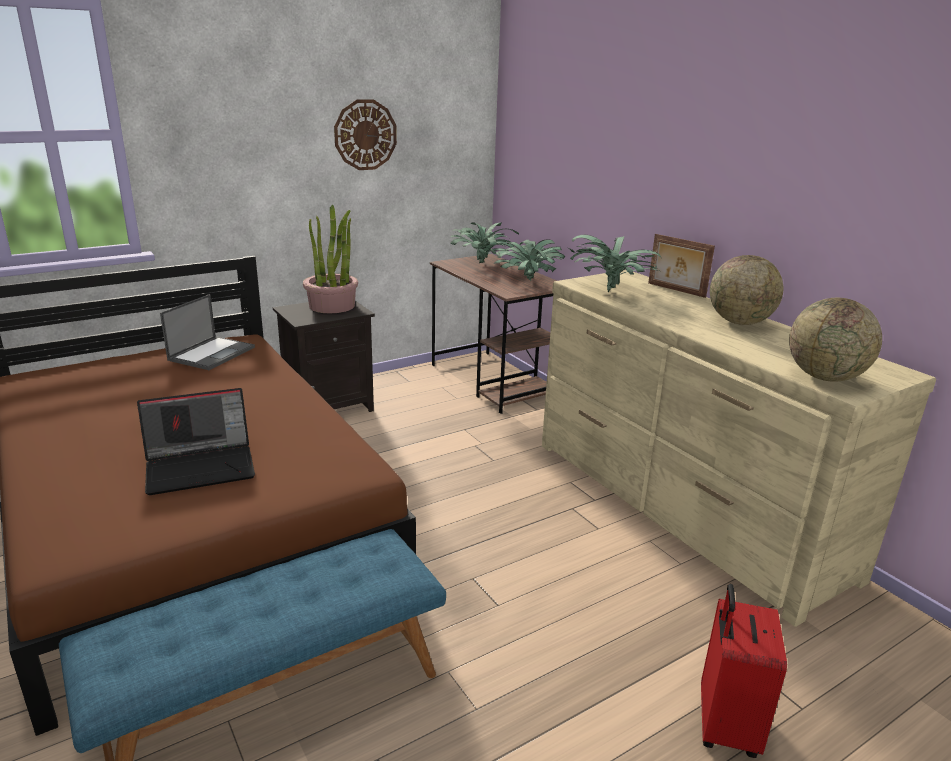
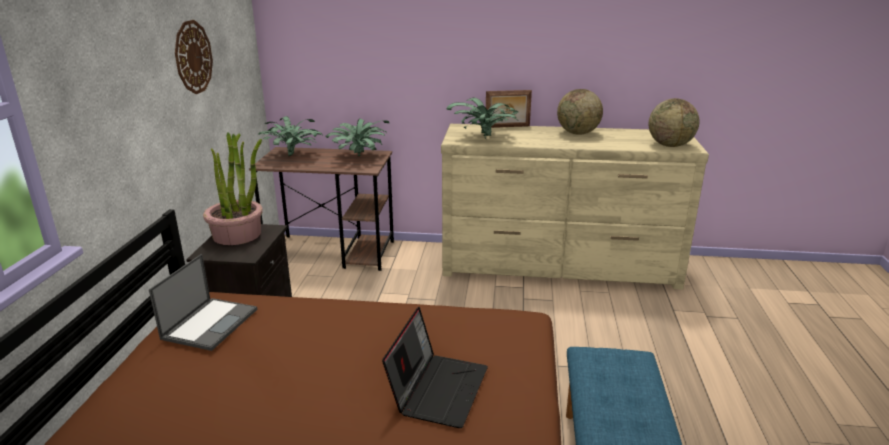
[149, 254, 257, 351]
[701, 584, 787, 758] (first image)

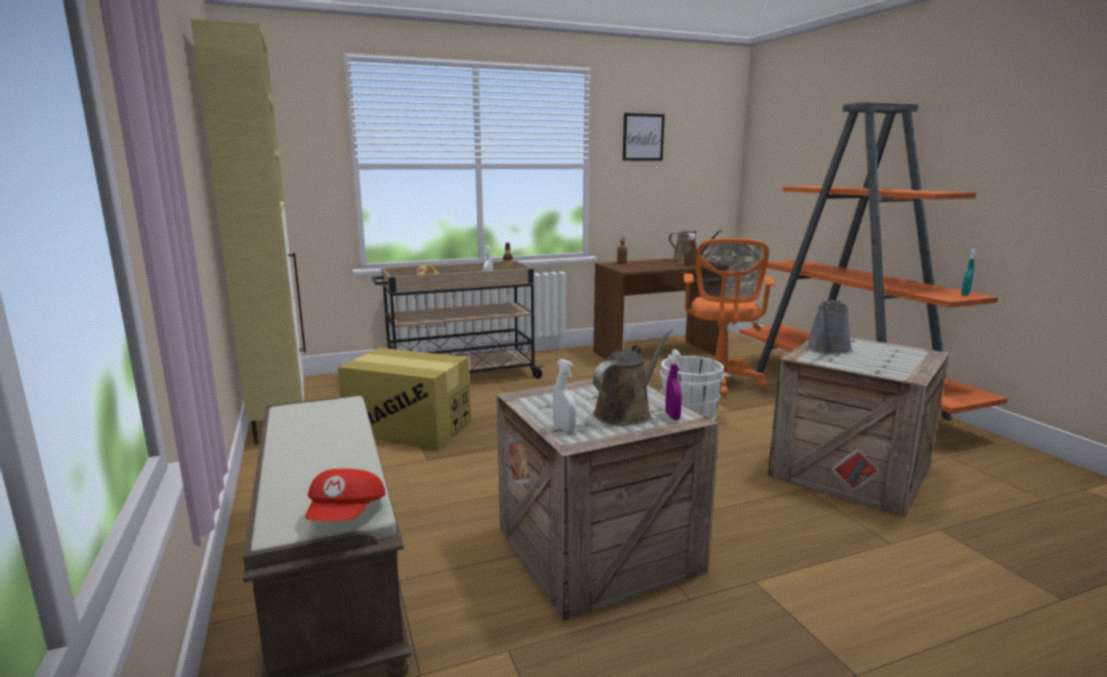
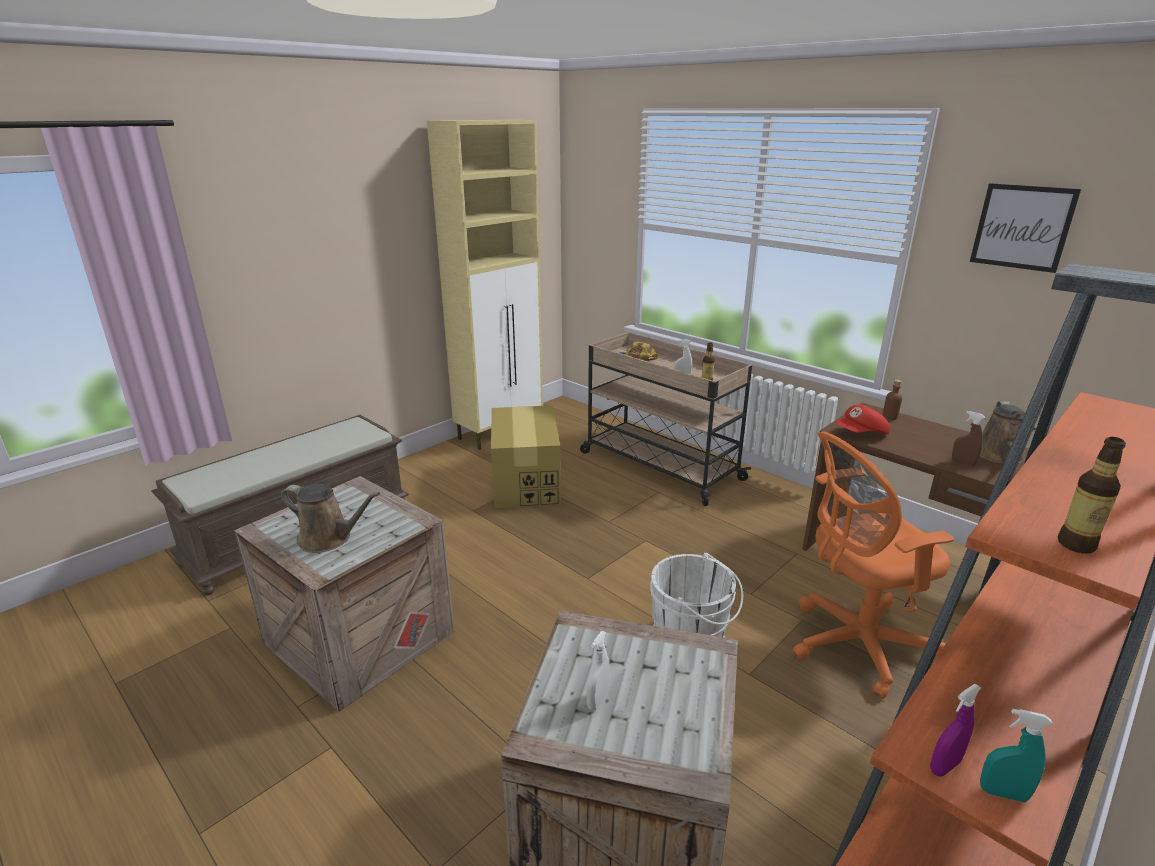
[587, 631, 610, 710]
[836, 404, 890, 434]
[930, 684, 981, 776]
[1058, 437, 1126, 554]
[806, 300, 852, 354] (first image)

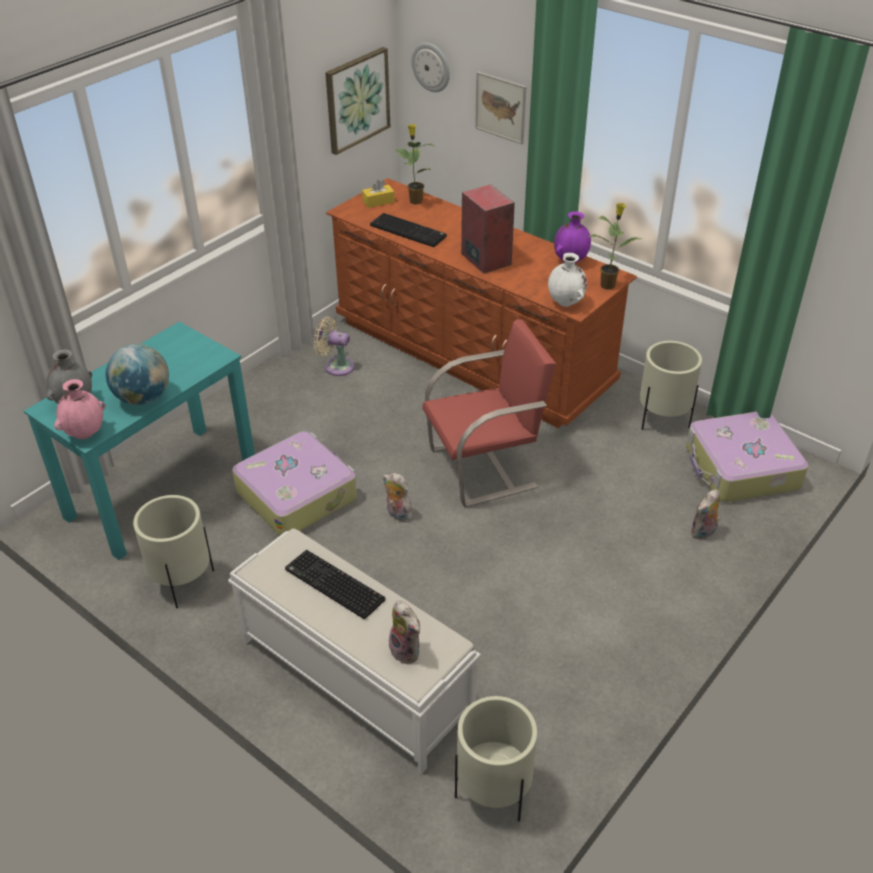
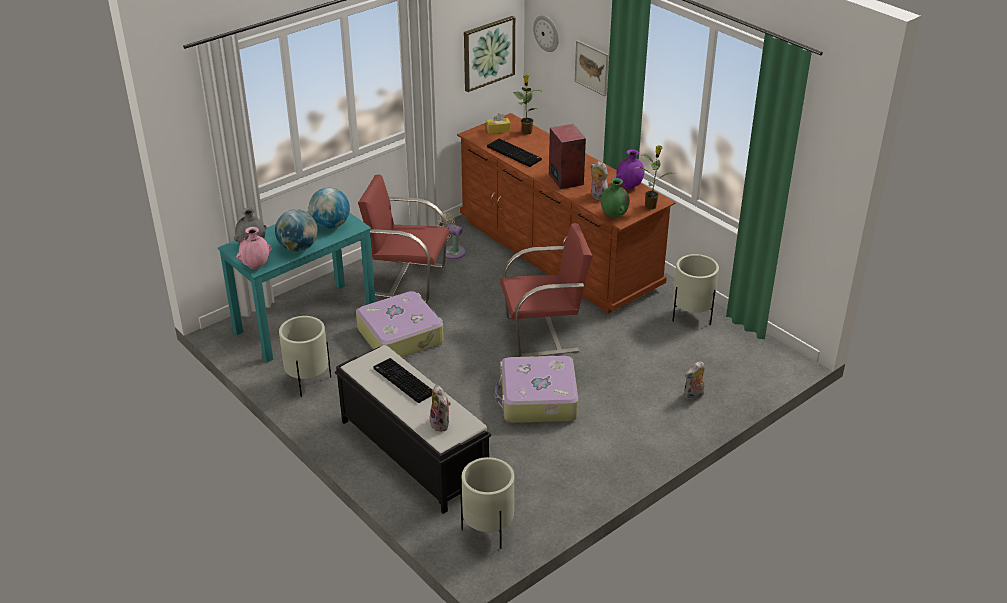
[309, 188, 350, 229]
[335, 345, 491, 514]
[358, 174, 449, 302]
[495, 356, 578, 423]
[591, 161, 608, 201]
[601, 178, 630, 218]

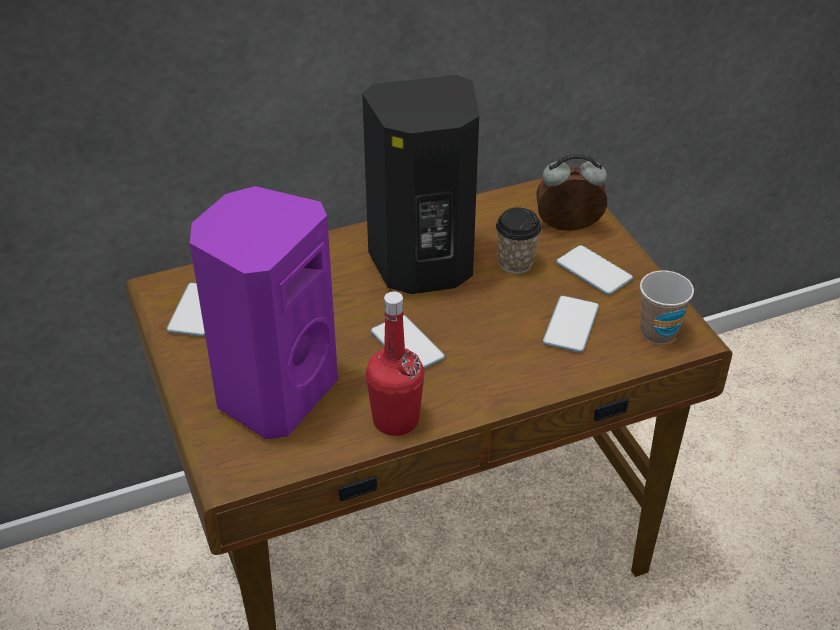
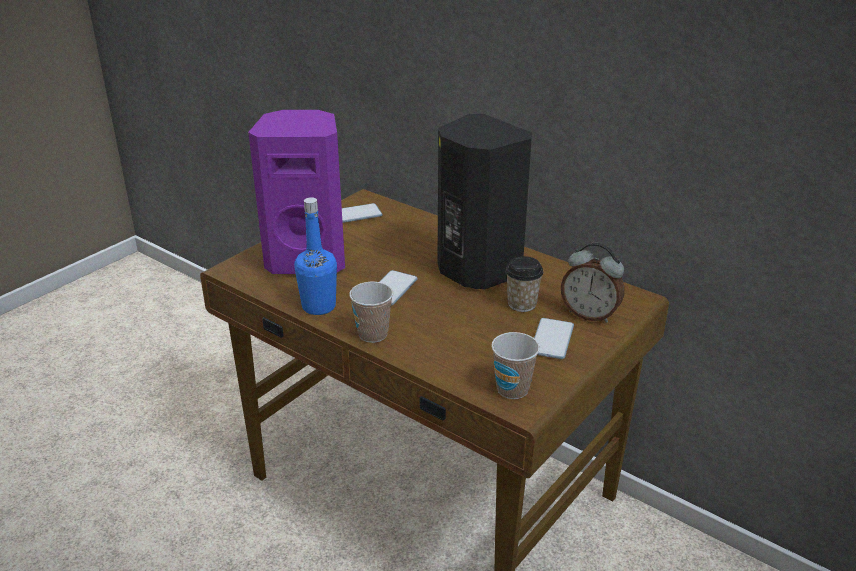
[294, 197, 337, 315]
[349, 282, 393, 343]
[561, 243, 624, 323]
[543, 296, 599, 353] (first image)

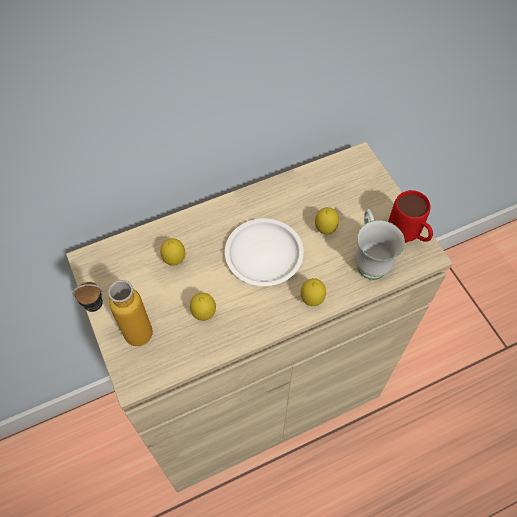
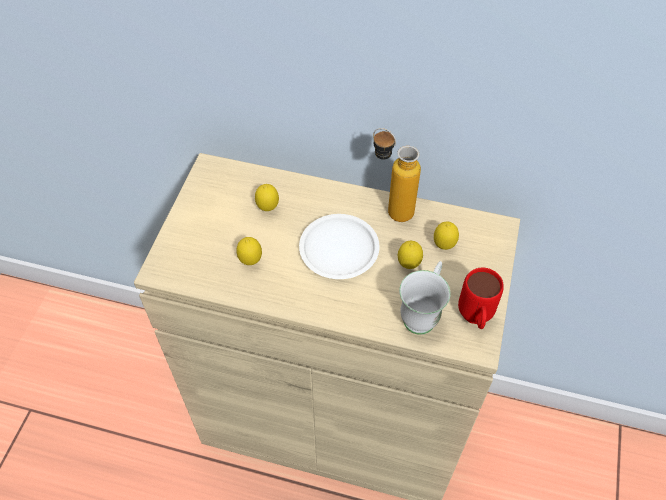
[373, 128, 421, 222]
[434, 222, 459, 250]

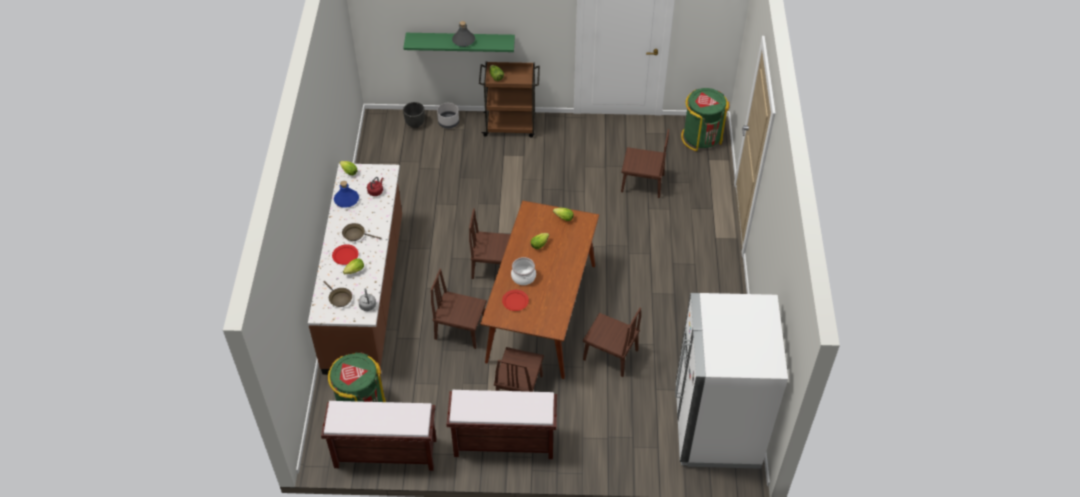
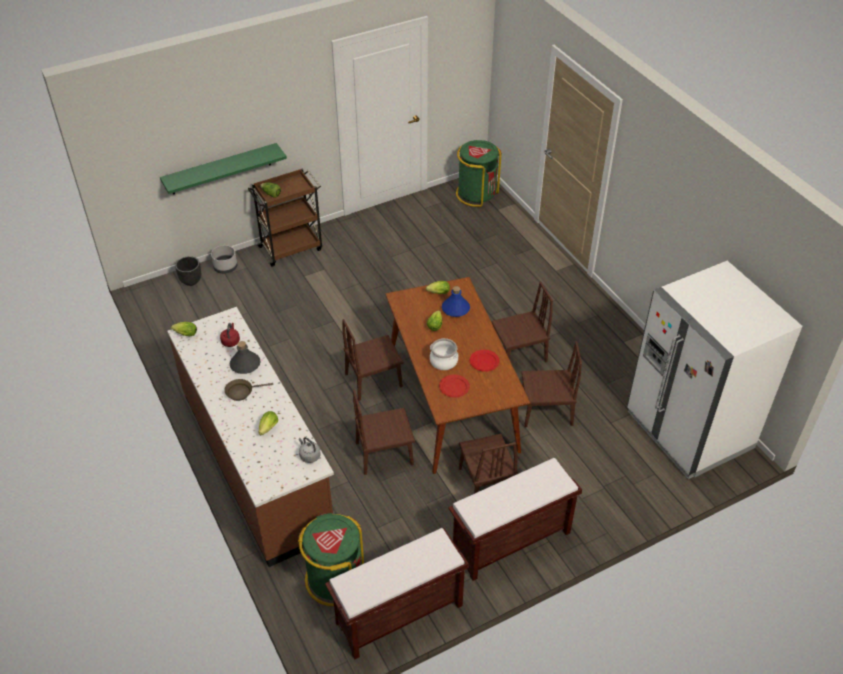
[230, 341, 261, 374]
[442, 286, 470, 317]
[470, 350, 500, 372]
[491, 282, 553, 363]
[323, 281, 352, 307] (first image)

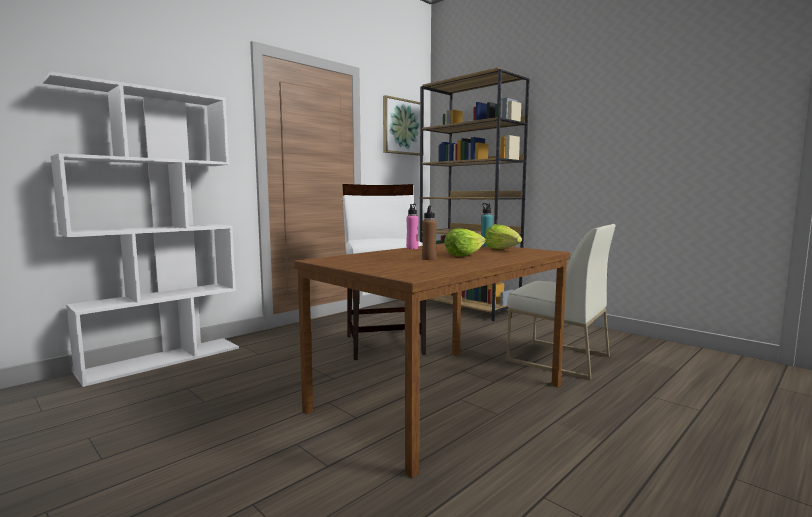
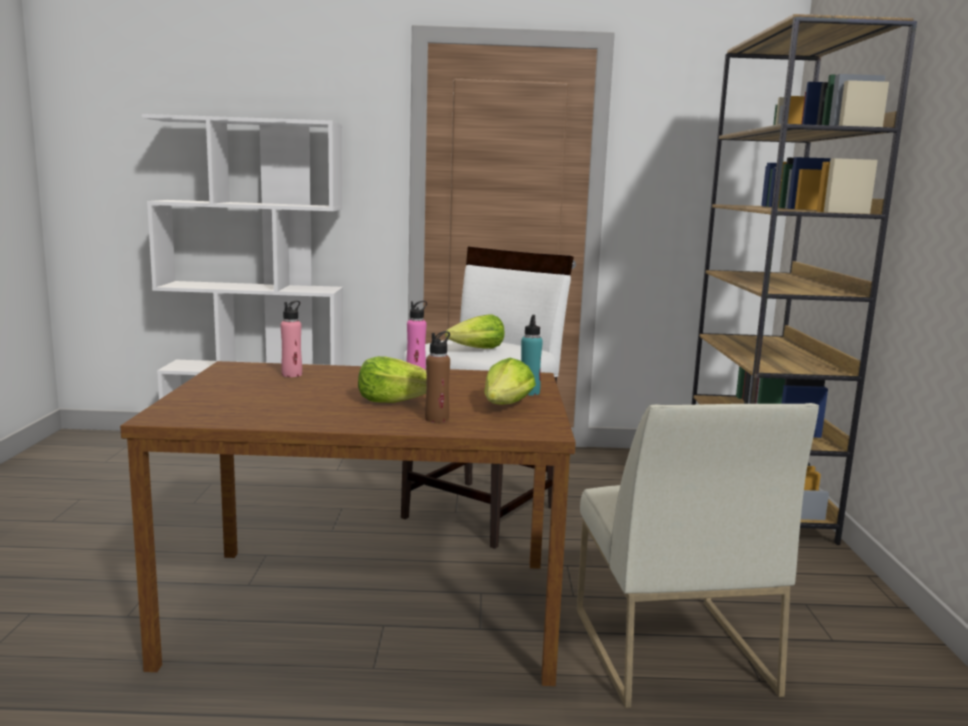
[281, 301, 302, 377]
[425, 331, 450, 423]
[445, 314, 504, 349]
[383, 95, 420, 156] (first image)

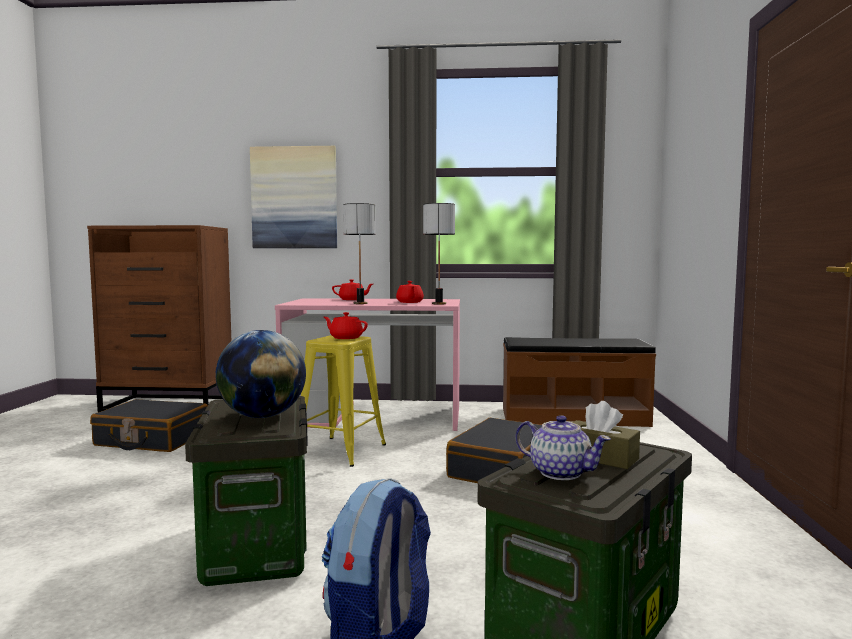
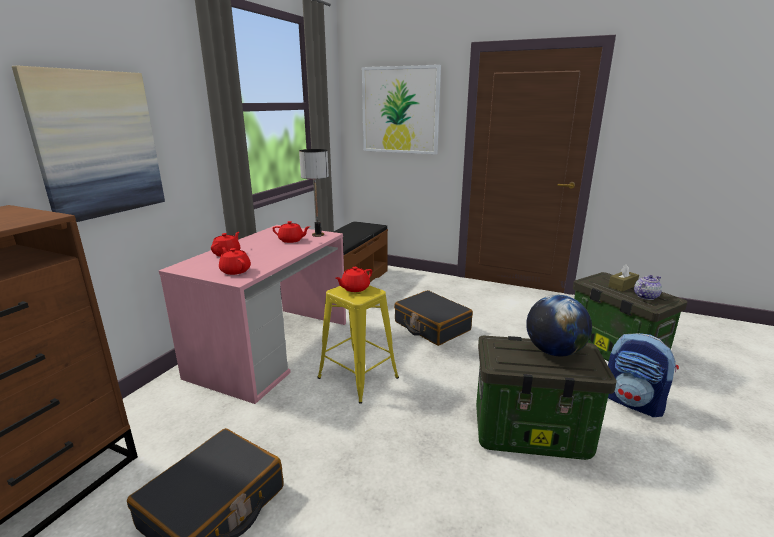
[219, 247, 251, 275]
[362, 65, 441, 154]
[343, 203, 375, 304] (first image)

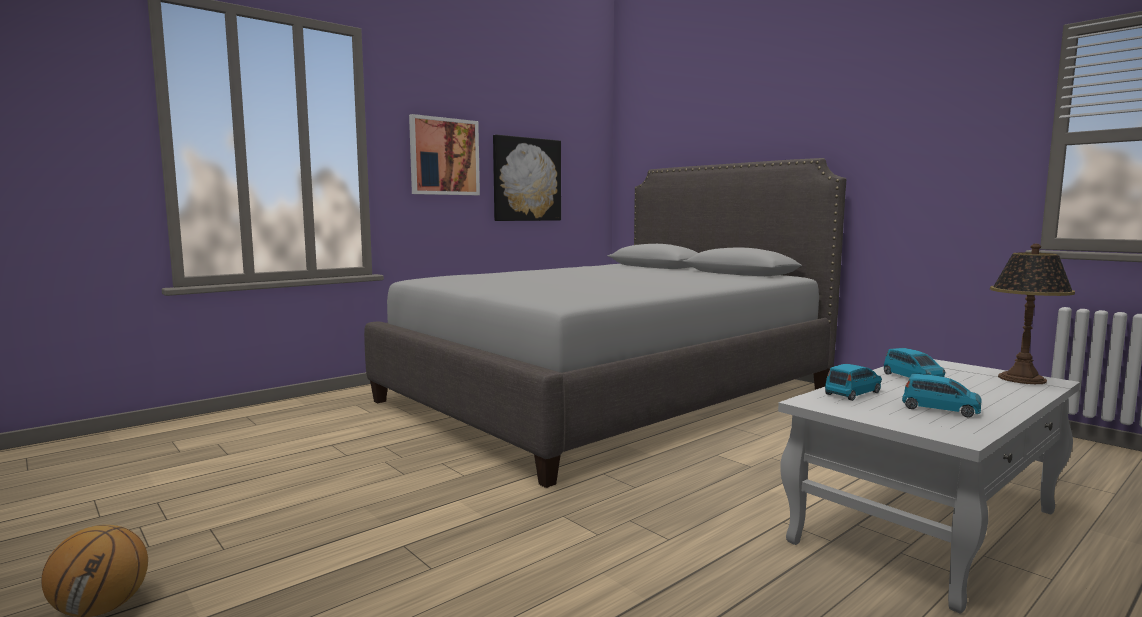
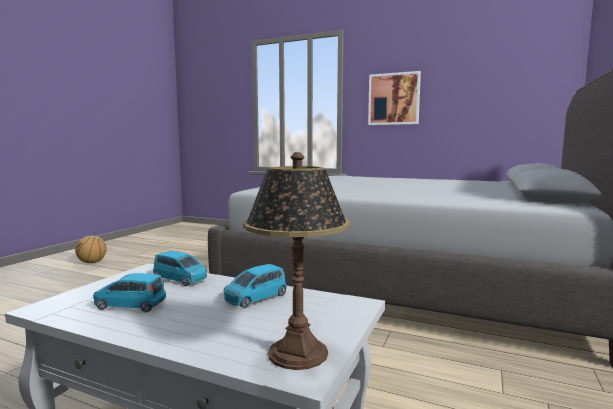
[93, 273, 166, 312]
[493, 135, 561, 221] (first image)

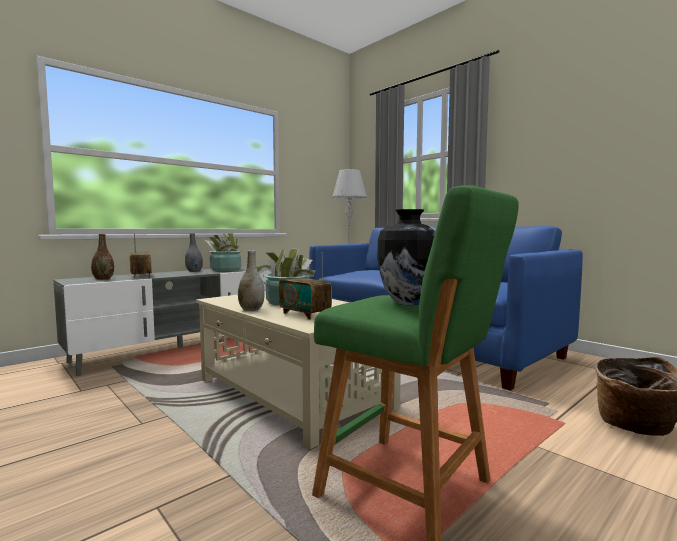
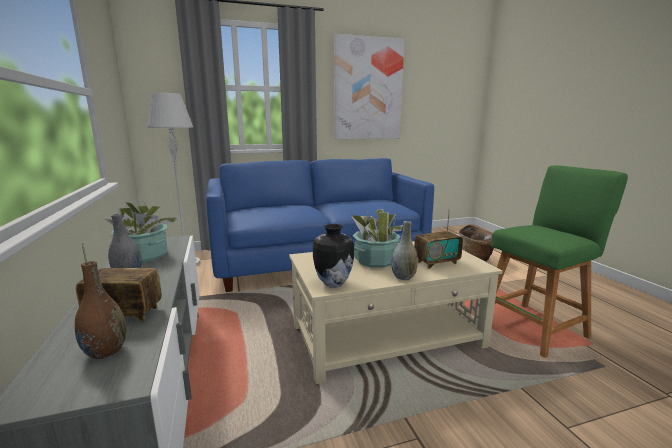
[313, 224, 354, 288]
[334, 34, 404, 140]

